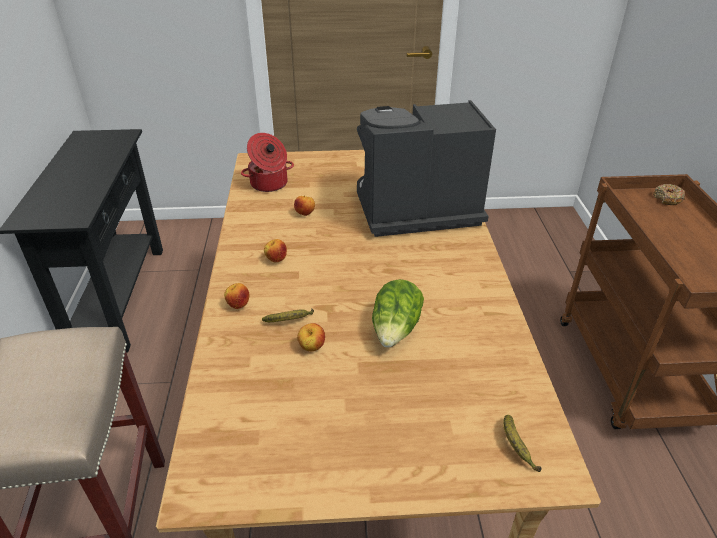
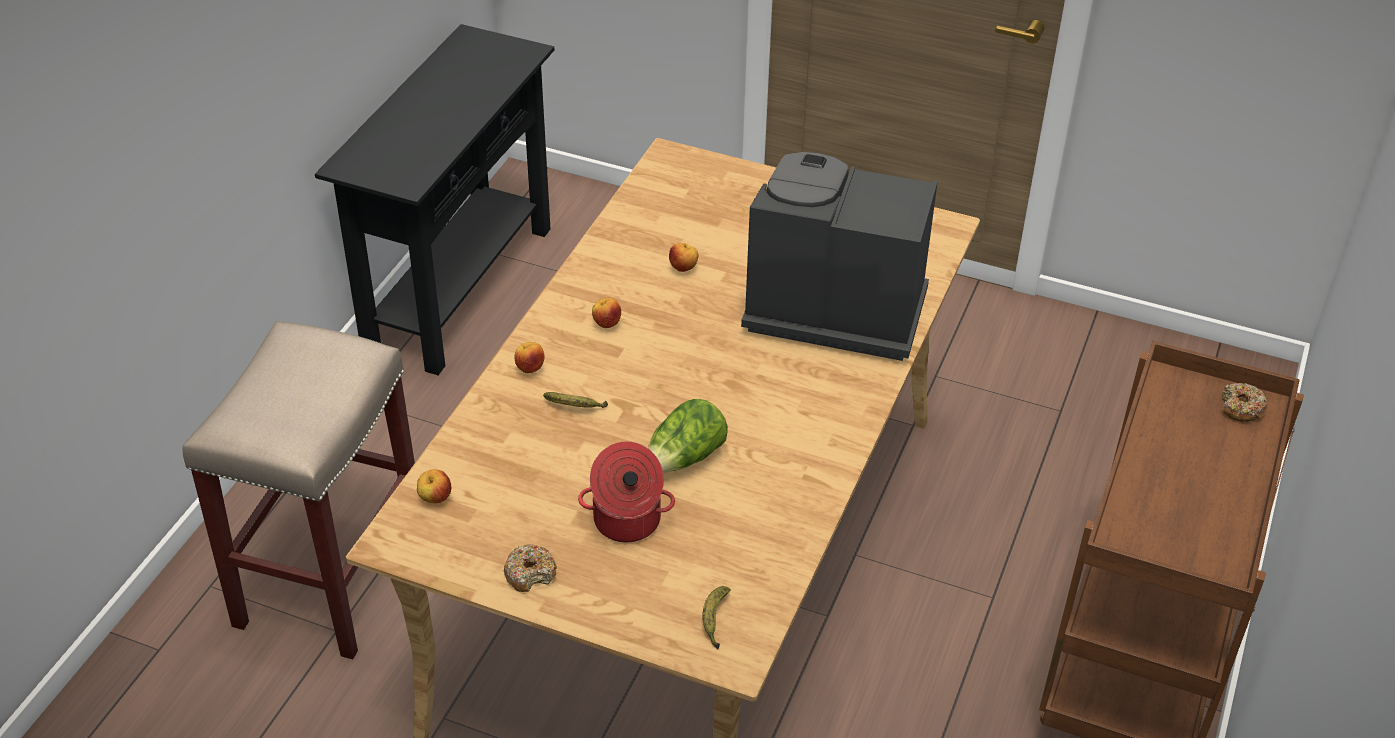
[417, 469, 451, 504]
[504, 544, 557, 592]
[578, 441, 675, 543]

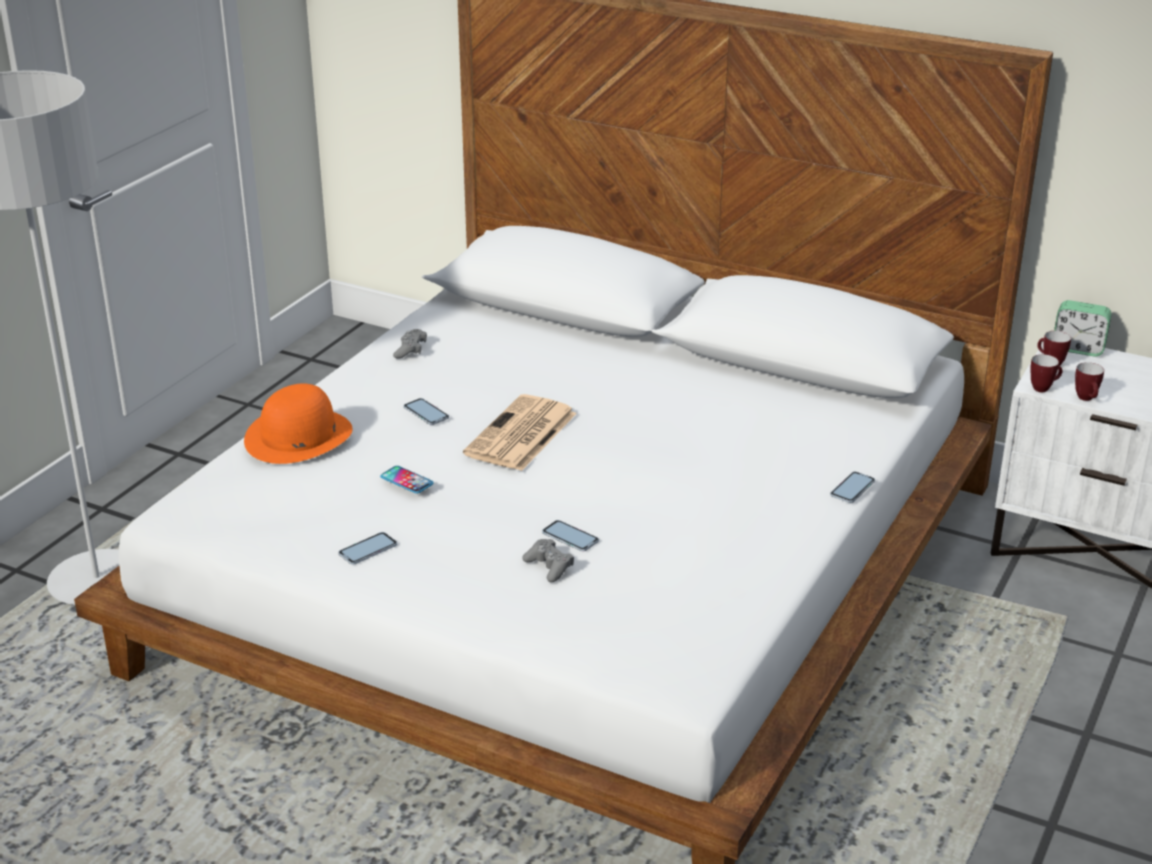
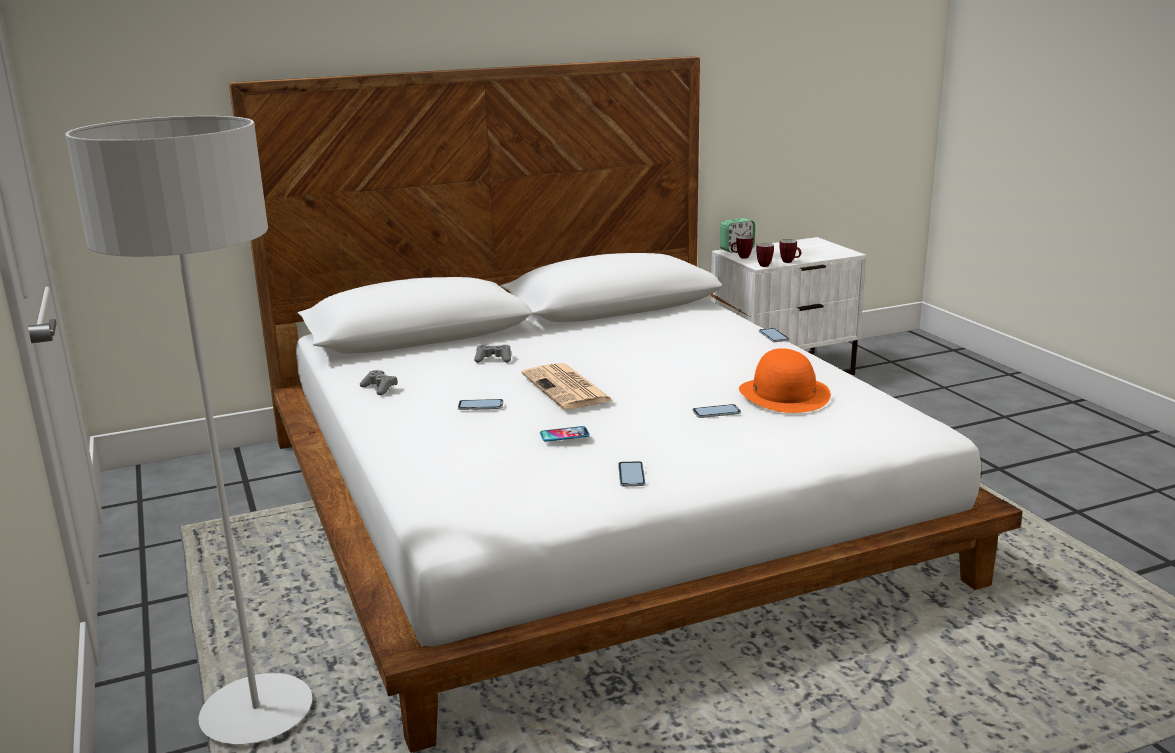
[474, 345, 511, 363]
[739, 348, 831, 413]

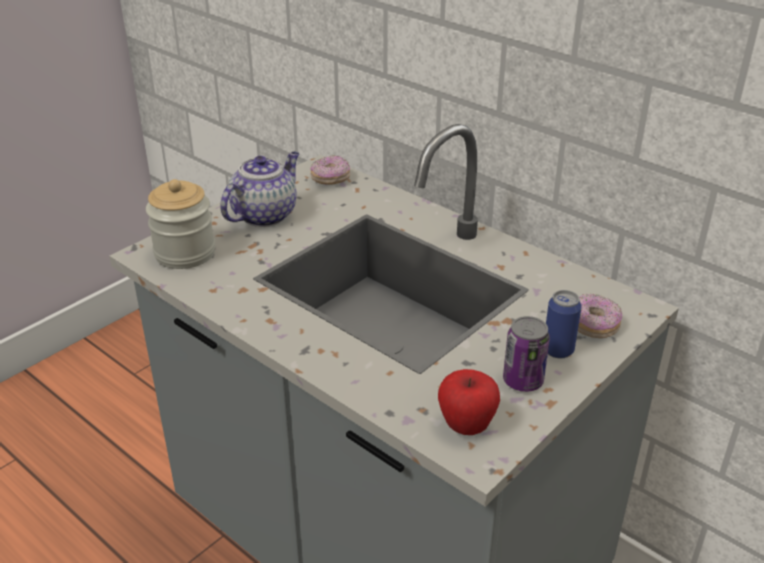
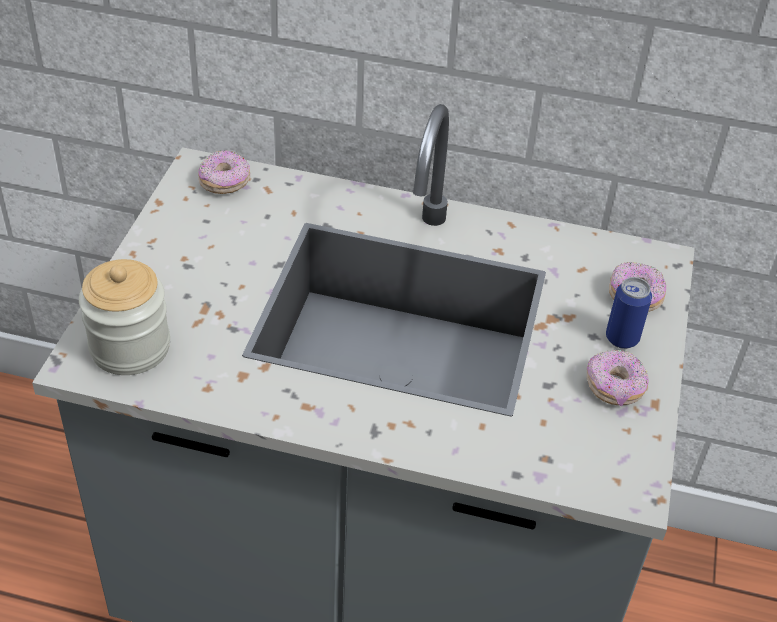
[587, 350, 649, 407]
[220, 152, 300, 227] (first image)
[438, 369, 500, 435] (first image)

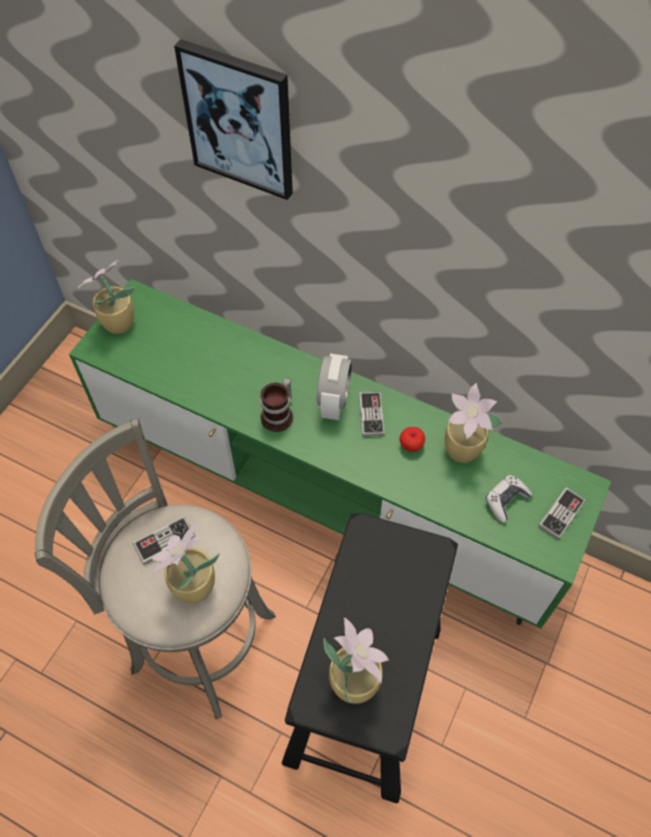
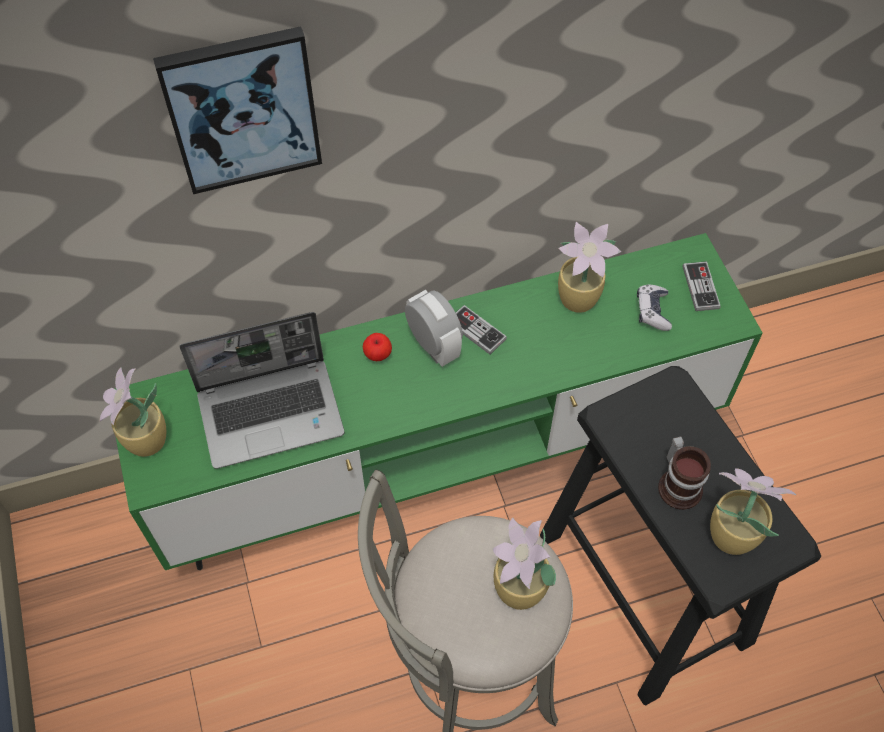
[179, 312, 345, 469]
[363, 333, 392, 361]
[658, 436, 711, 510]
[133, 517, 195, 565] (first image)

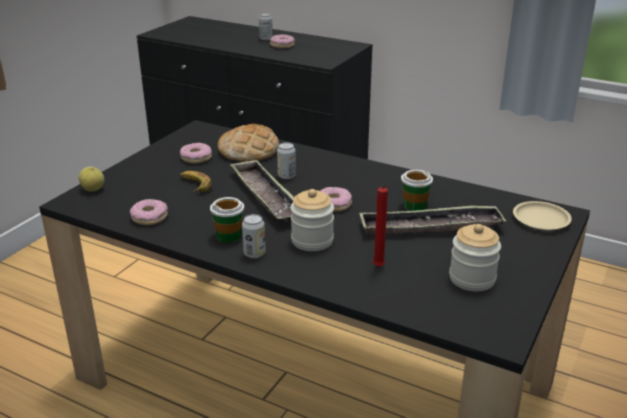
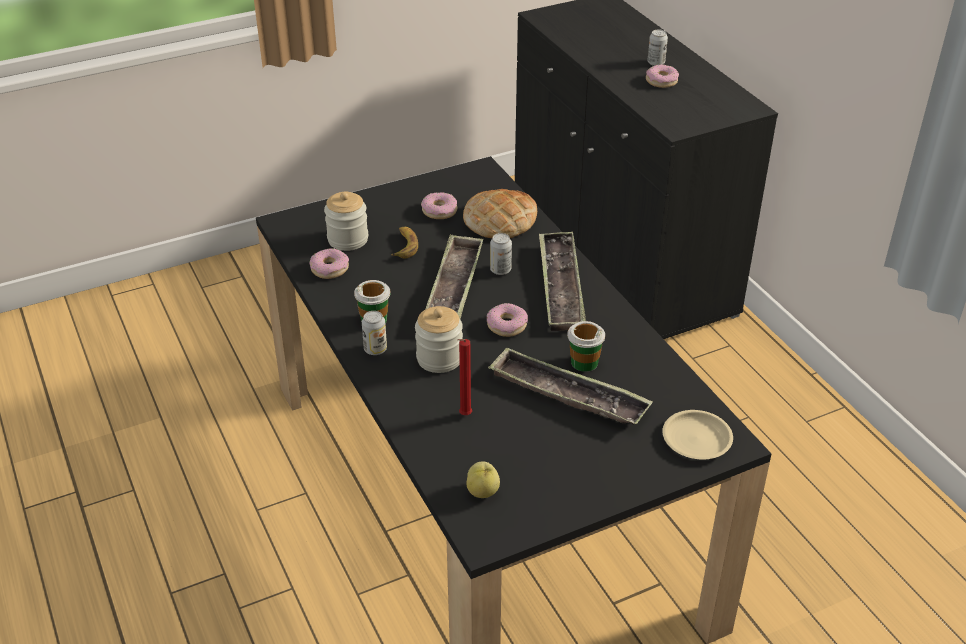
[324, 192, 368, 251]
[466, 461, 500, 498]
[539, 232, 586, 331]

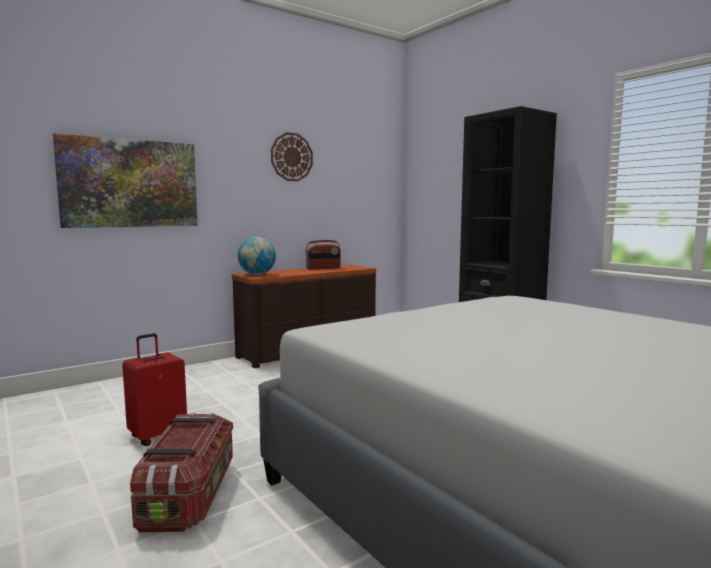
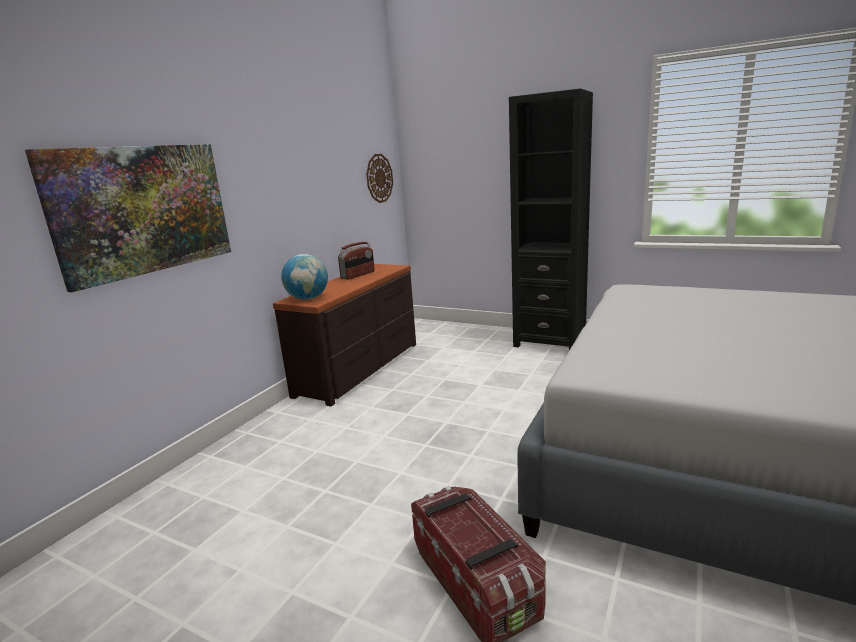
[366, 154, 393, 203]
[122, 333, 187, 446] (first image)

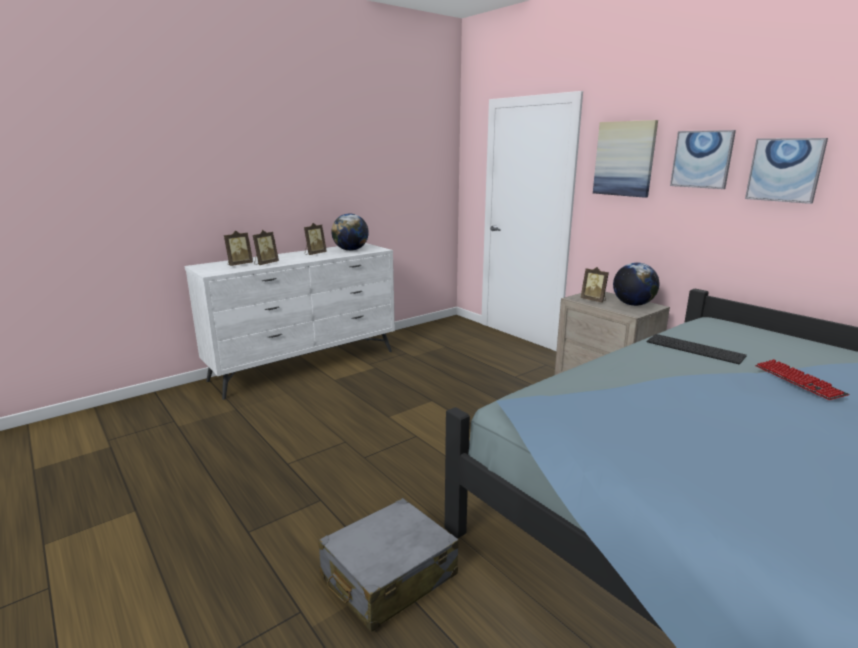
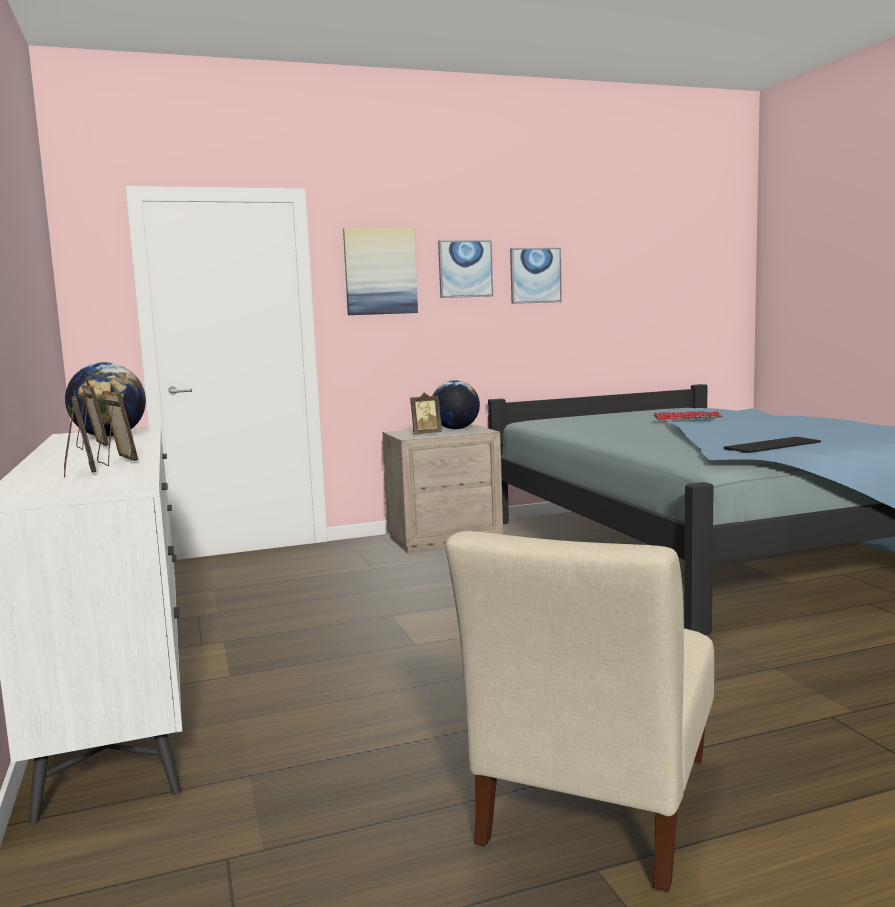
[445, 531, 714, 892]
[723, 437, 821, 453]
[319, 498, 459, 632] (first image)

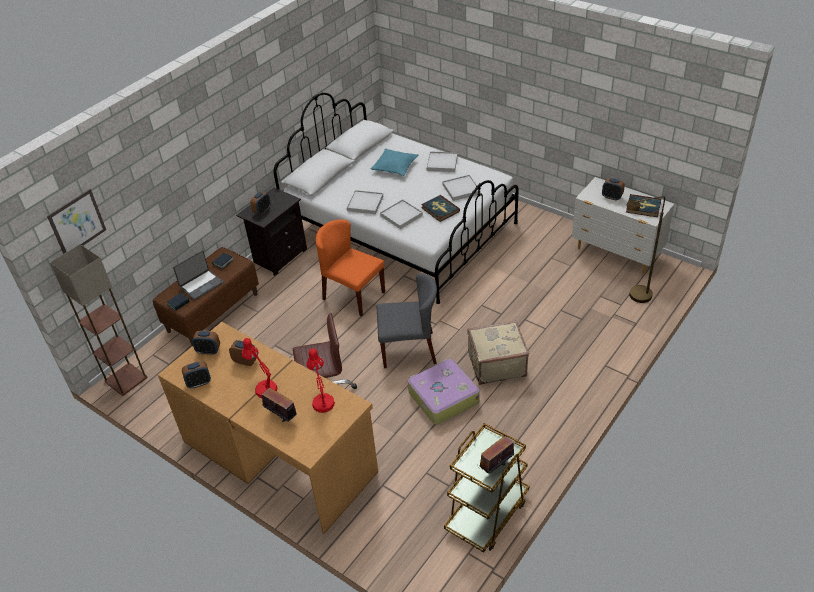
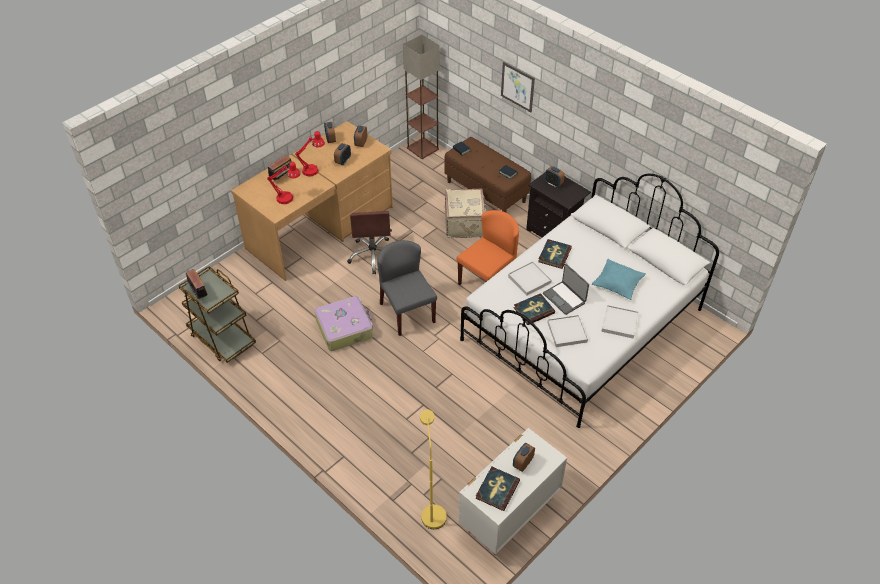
[377, 240, 437, 336]
[420, 409, 447, 529]
[445, 189, 486, 238]
[501, 62, 535, 112]
[538, 239, 572, 269]
[543, 263, 589, 315]

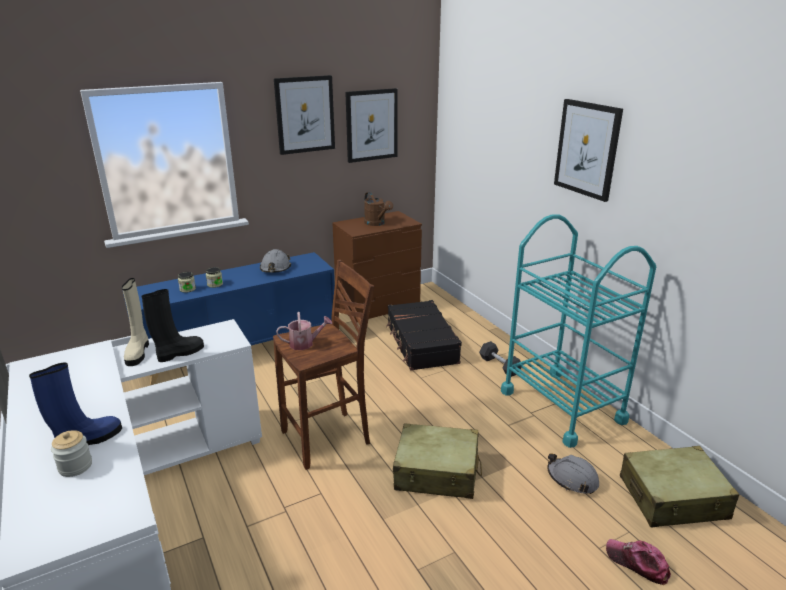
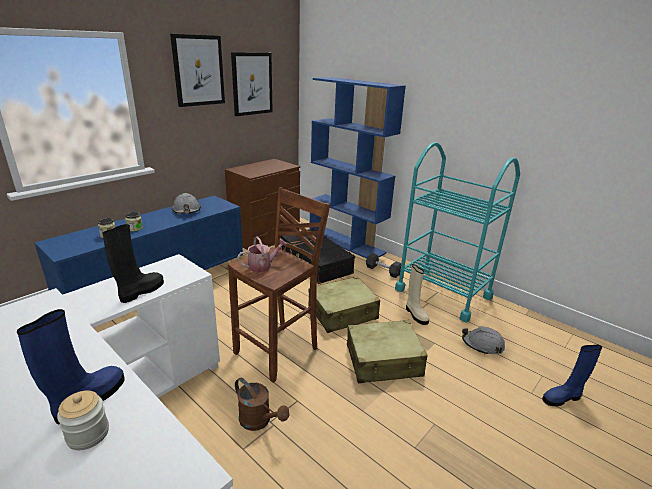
[235, 378, 289, 431]
[308, 276, 380, 333]
[309, 77, 406, 259]
[406, 264, 429, 325]
[542, 345, 602, 406]
[554, 99, 623, 202] (first image)

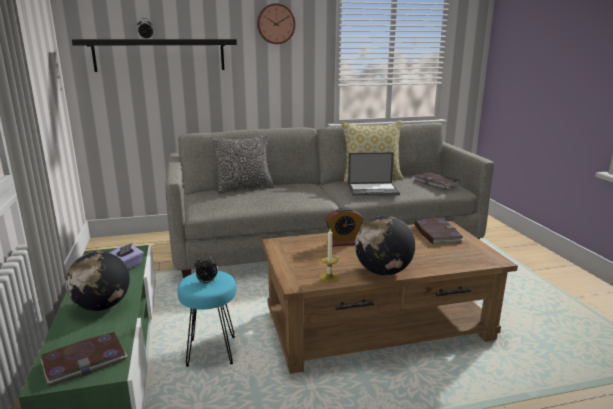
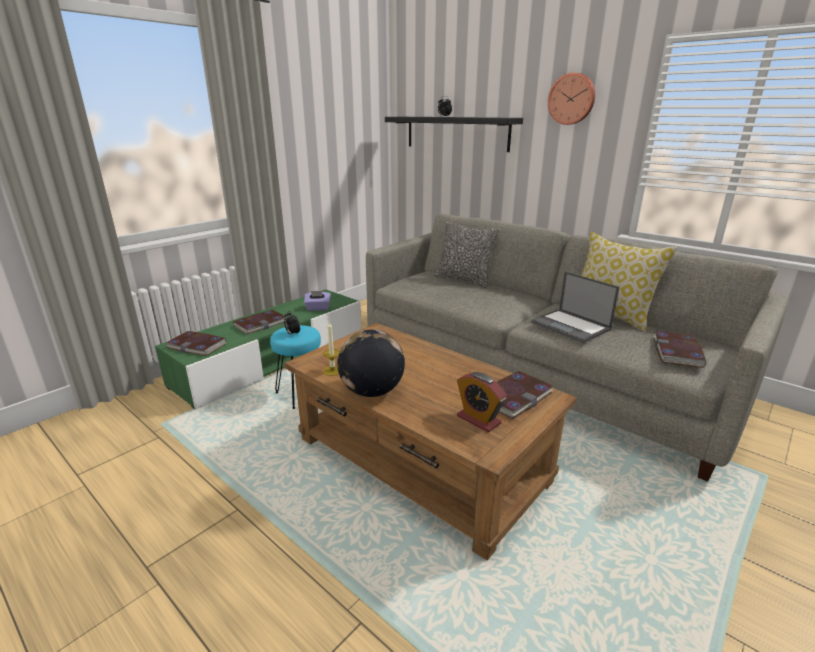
[233, 310, 286, 334]
[457, 372, 507, 432]

